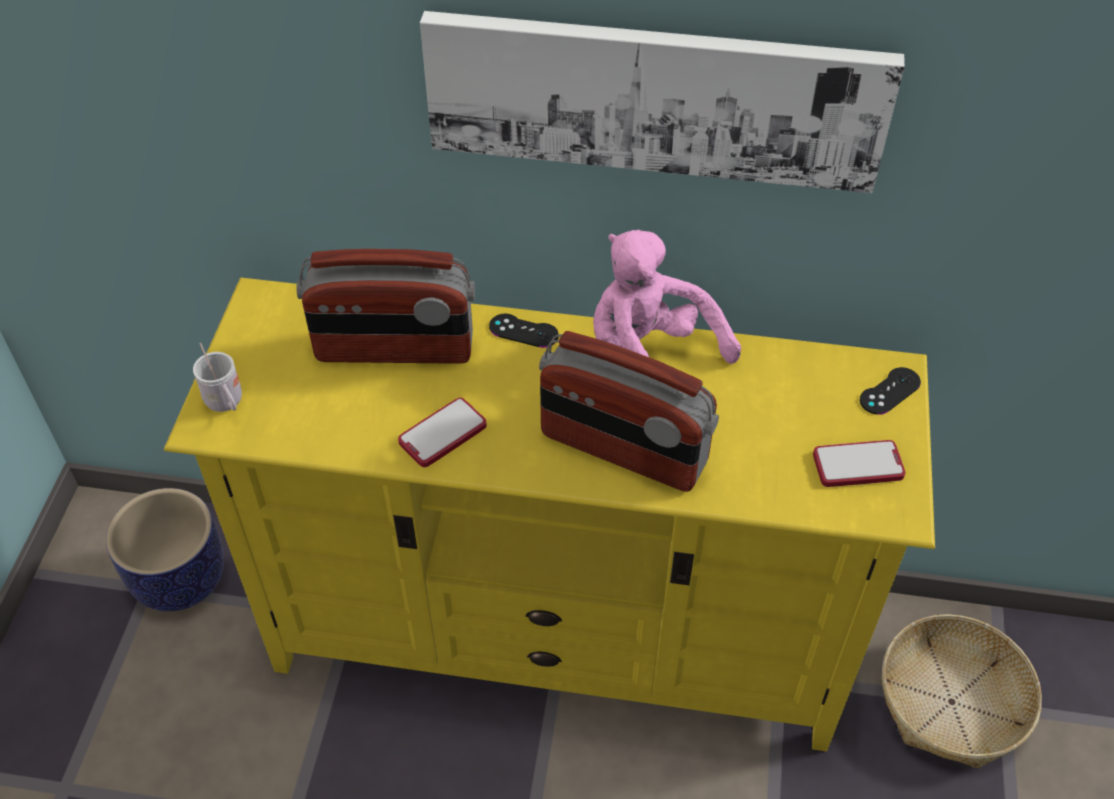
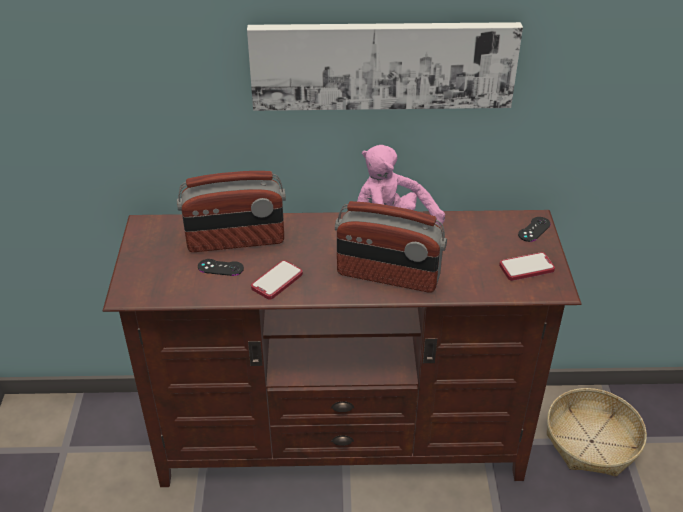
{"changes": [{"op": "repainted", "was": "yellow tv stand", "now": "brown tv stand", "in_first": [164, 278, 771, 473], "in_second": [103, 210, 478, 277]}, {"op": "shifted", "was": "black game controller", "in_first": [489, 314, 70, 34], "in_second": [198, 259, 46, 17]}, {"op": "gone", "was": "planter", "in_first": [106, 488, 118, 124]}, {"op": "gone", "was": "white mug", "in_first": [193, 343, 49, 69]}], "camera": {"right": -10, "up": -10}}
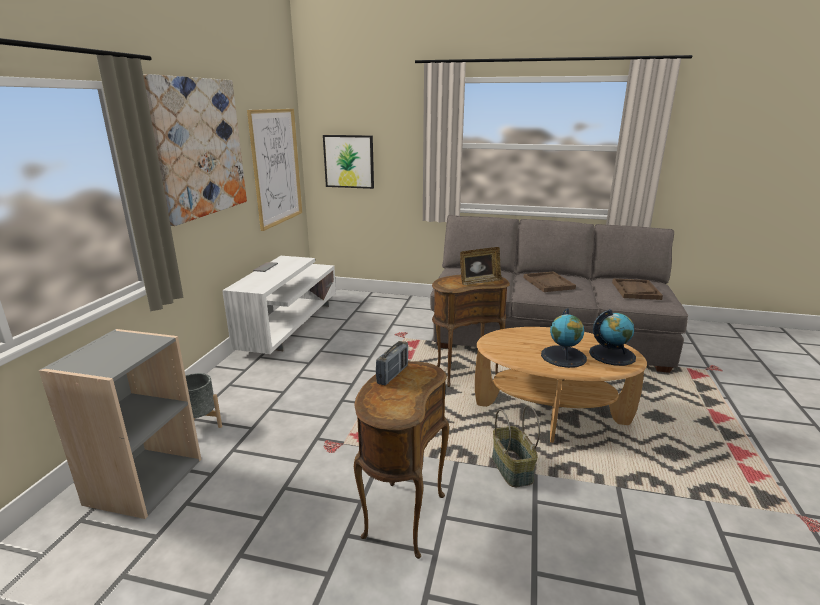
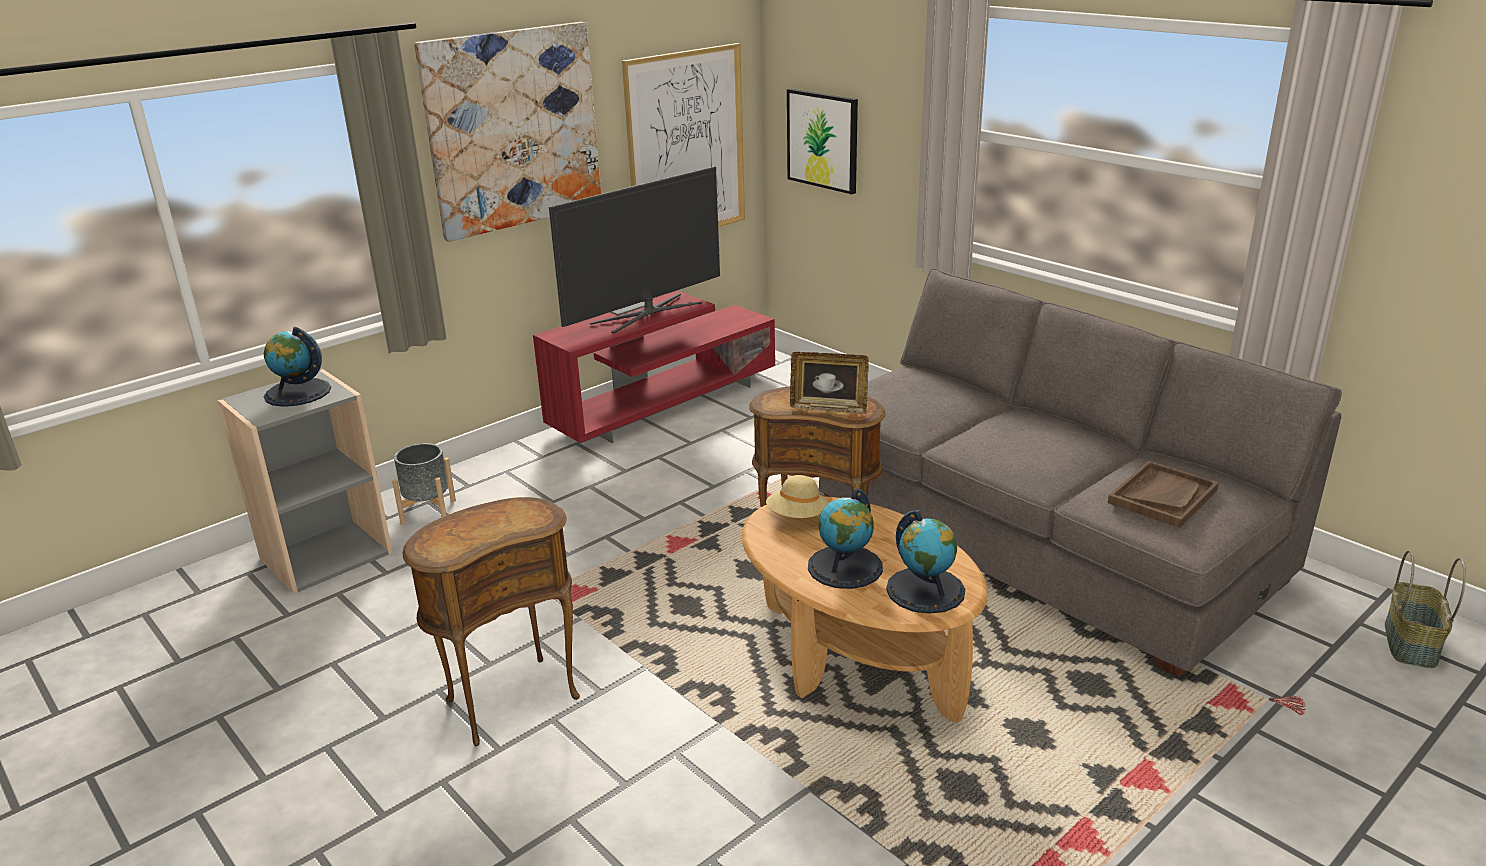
{"changes": [{"op": "new", "now": "globe", "in_second": [264, 327, 67, 80]}, {"op": "repainted", "was": "white tv stand", "now": "red tv stand", "in_first": [222, 256, 114, 98], "in_second": [533, 291, 242, 152]}, {"op": "new", "now": "television", "in_second": [549, 166, 171, 167]}, {"op": "new", "now": "beige hat", "in_second": [766, 475, 63, 43]}, {"op": "shifted", "was": "basket", "in_first": [492, 405, 48, 82], "in_second": [1385, 550, 81, 118]}, {"op": "gone", "was": "radio", "in_first": [376, 341, 32, 45]}, {"op": "gone", "was": "brown tray", "in_first": [524, 271, 52, 21]}], "camera": {"right": 35, "up": 5}}
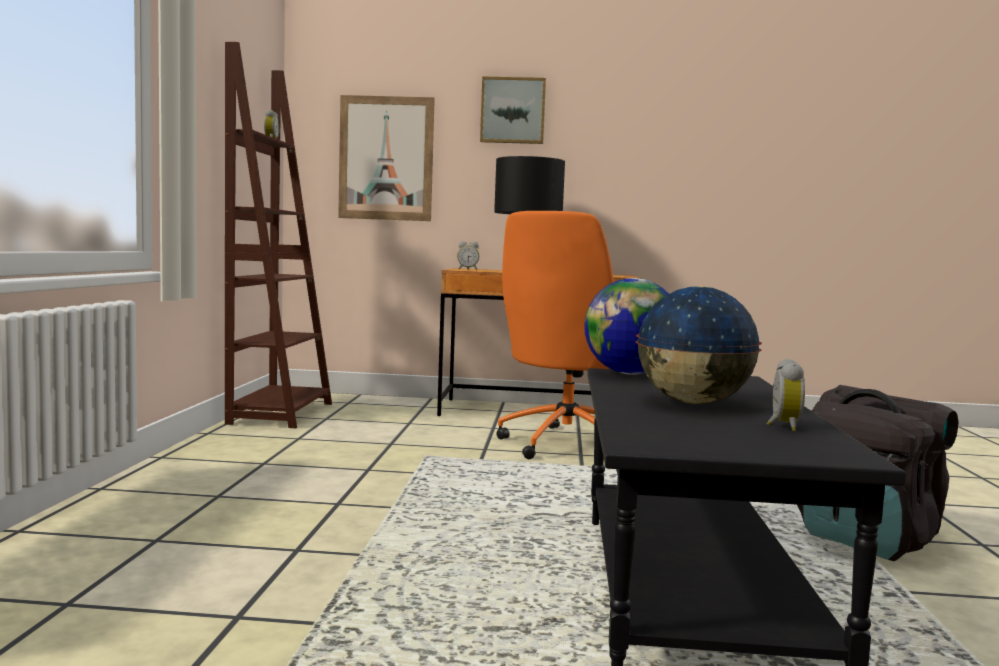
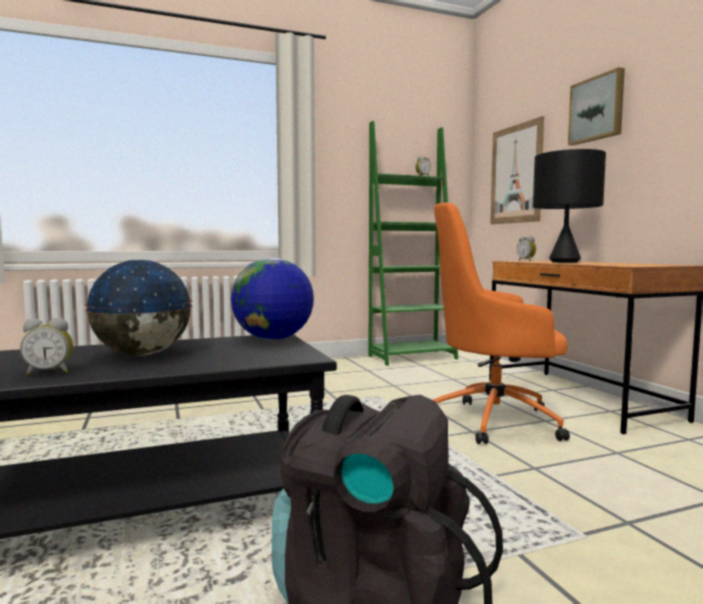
{"changes": [{"op": "repainted", "was": "brown bookcase", "now": "green bookcase", "in_first": [225, 42, 107, 386], "in_second": [369, 121, 89, 245]}], "camera": {"right": 65, "up": 0}}
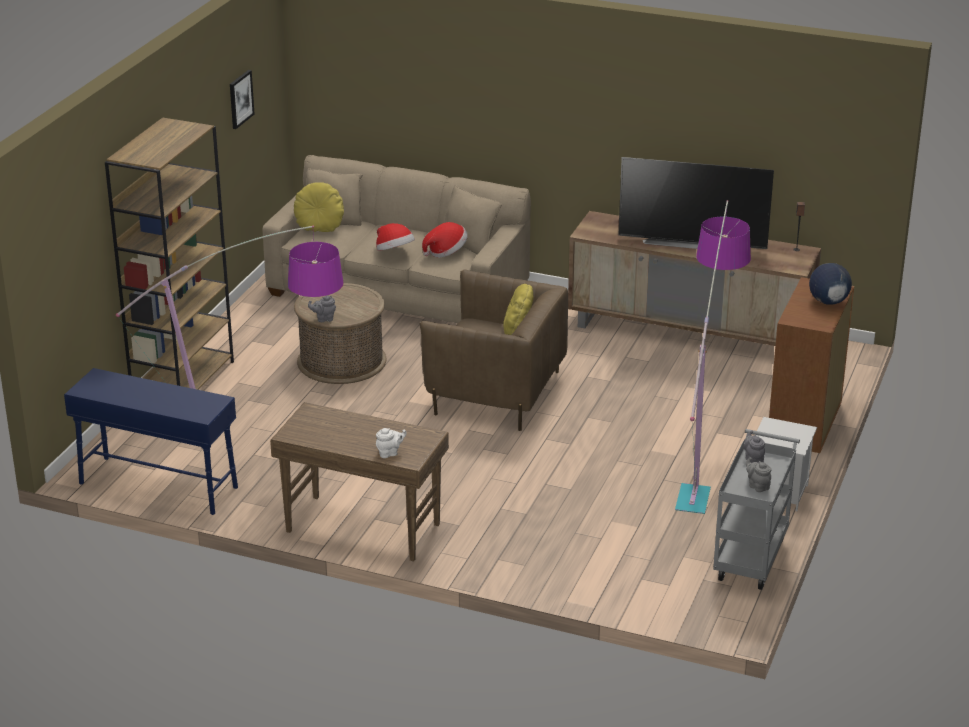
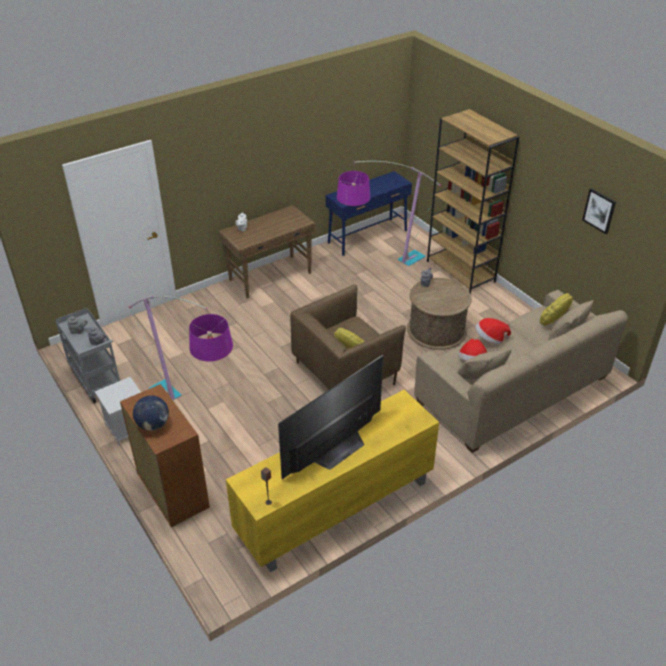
{"changes": [{"op": "repainted", "was": "brown tv stand", "now": "yellow tv stand", "in_first": [568, 211, 253, 135], "in_second": [226, 390, 213, 182]}], "camera": {"right": 125, "up": 10}}
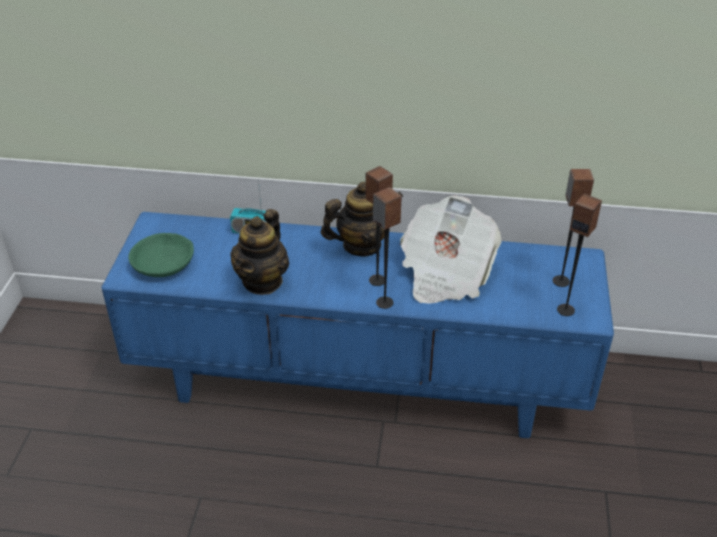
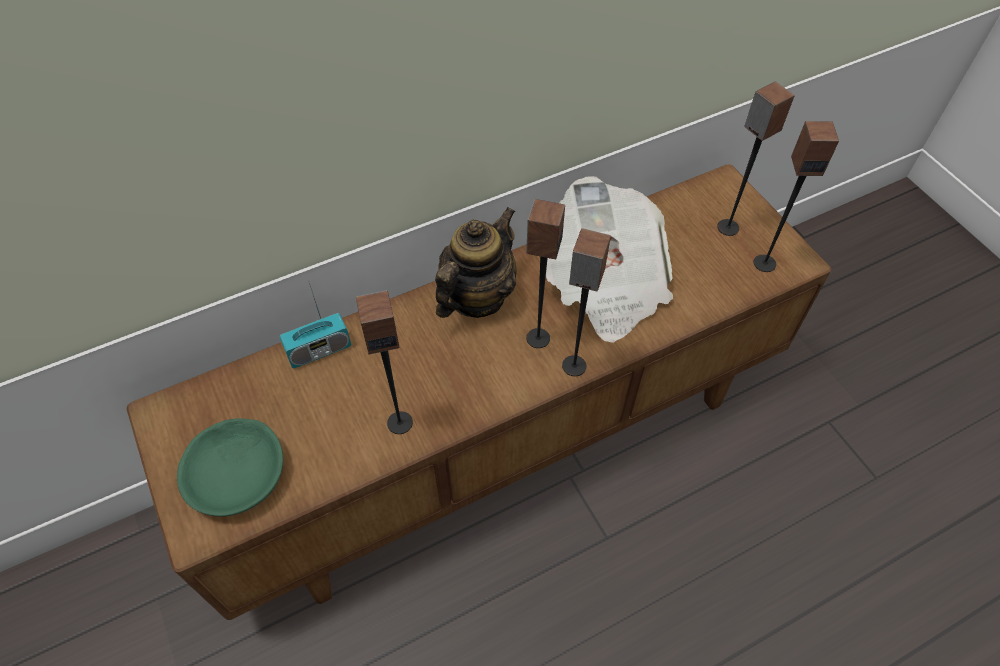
{"changes": [{"op": "repainted", "was": "blue tv stand", "now": "brown tv stand", "in_first": [101, 212, 513, 226], "in_second": [127, 164, 704, 456]}, {"op": "swapped", "was": "teapot", "now": "speaker", "in_first": [230, 209, 59, 86], "in_second": [356, 290, 57, 144]}], "camera": {"right": -35, "up": 15}}
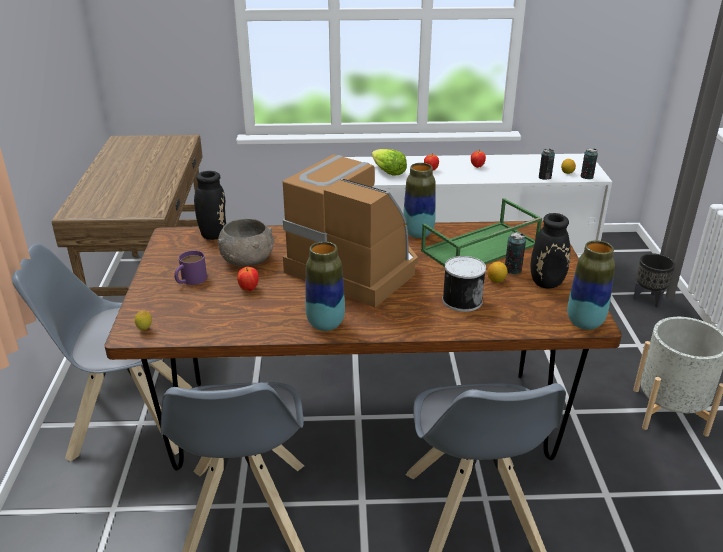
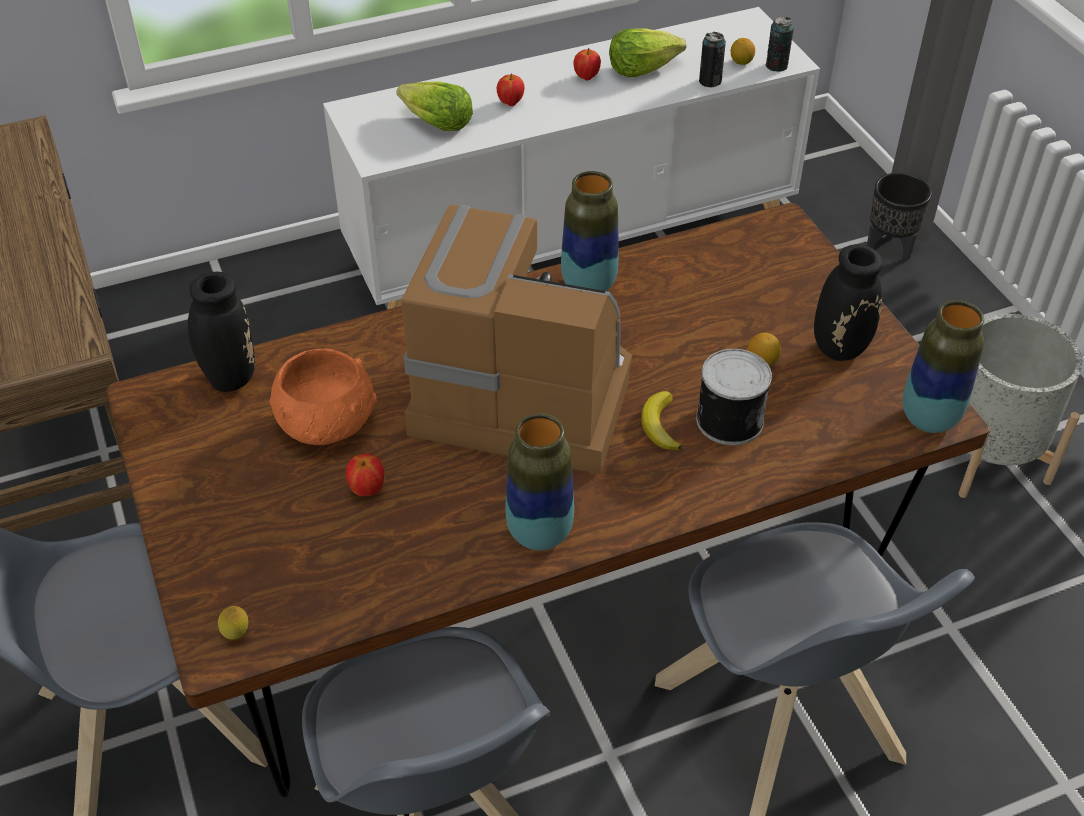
{"changes": [{"op": "repainted", "was": "grey bowl", "now": "orange bowl", "in_first": [218, 219, 56, 47], "in_second": [270, 349, 107, 96]}, {"op": "new", "now": "lettuce", "in_second": [609, 28, 77, 50]}, {"op": "new", "now": "banana", "in_second": [641, 391, 41, 59]}, {"op": "gone", "was": "purple mug", "in_first": [174, 251, 33, 34]}, {"op": "gone", "was": "green tray", "in_first": [421, 198, 121, 69]}, {"op": "gone", "was": "can", "in_first": [505, 232, 21, 42]}], "camera": {"right": -20, "up": 15}}
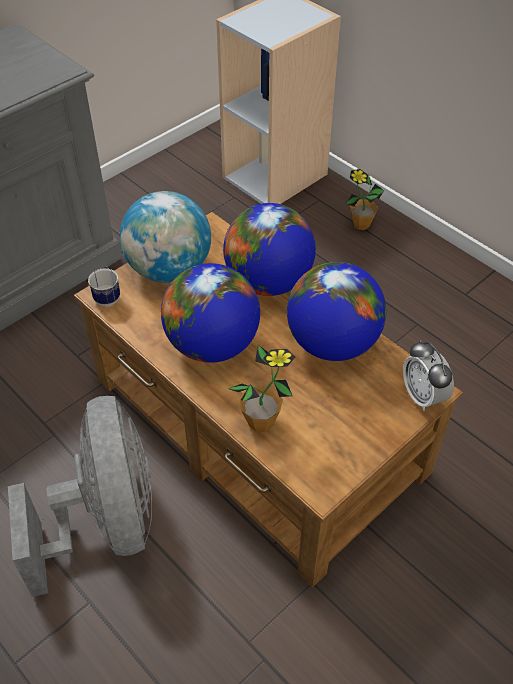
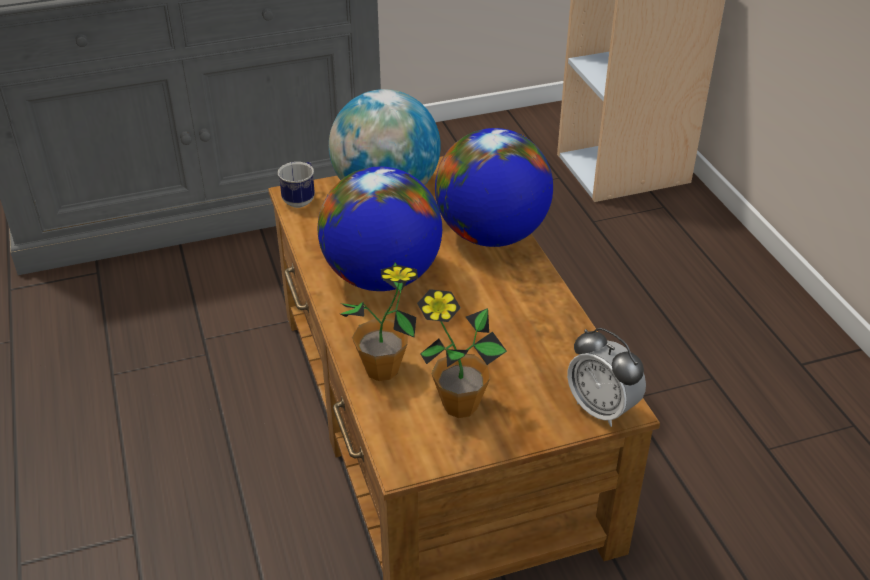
{"changes": [{"op": "shifted", "was": "potted plant", "in_first": [346, 169, 38, 61], "in_second": [417, 289, 90, 129]}, {"op": "rotated", "was": "alarm clock", "in_first": [403, 340, 51, 71], "in_second": [567, 328, 79, 99], "clockwise": -45}, {"op": "gone", "was": "grey fan", "in_first": [8, 396, 144, 201]}, {"op": "gone", "was": "globe", "in_first": [287, 262, 99, 99]}], "camera": {"right": 25, "up": -10}}
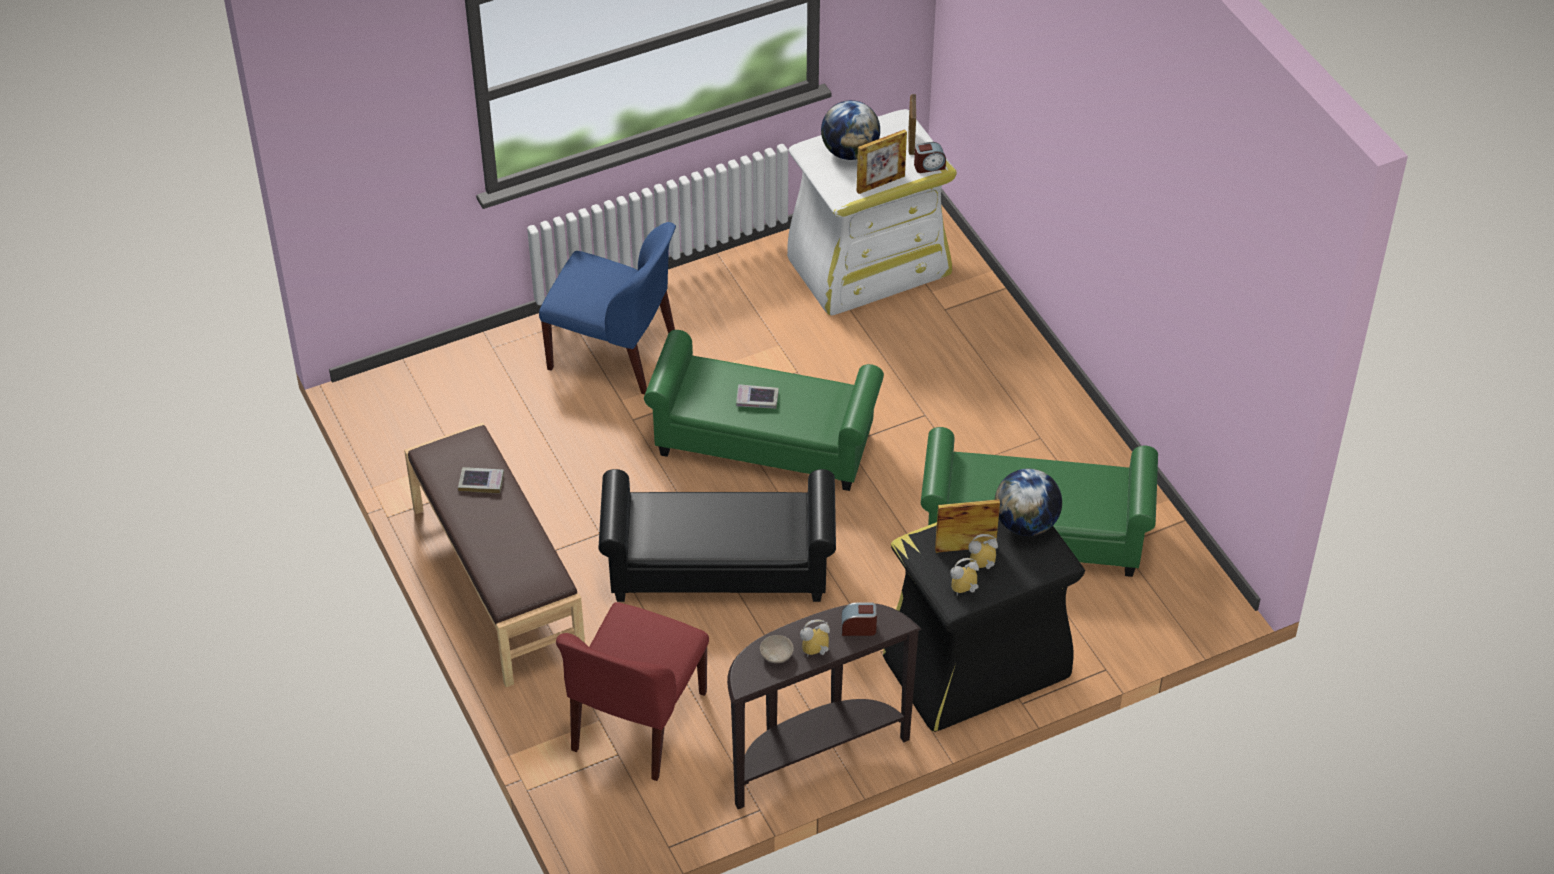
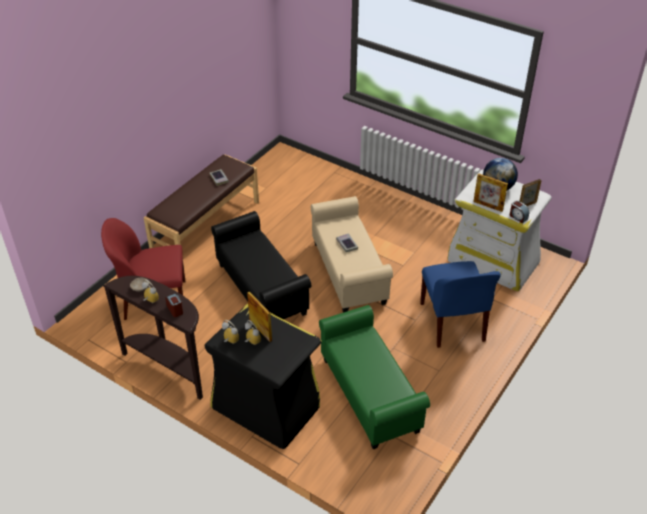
{"changes": [{"op": "repainted", "was": "green ottoman", "now": "beige ottoman", "in_first": [644, 330, 240, 161], "in_second": [311, 196, 82, 117]}, {"op": "shifted", "was": "blue chair", "in_first": [539, 222, 137, 172], "in_second": [420, 261, 81, 87]}, {"op": "gone", "was": "globe", "in_first": [995, 469, 67, 67]}], "camera": {"right": 60, "up": -5}}
